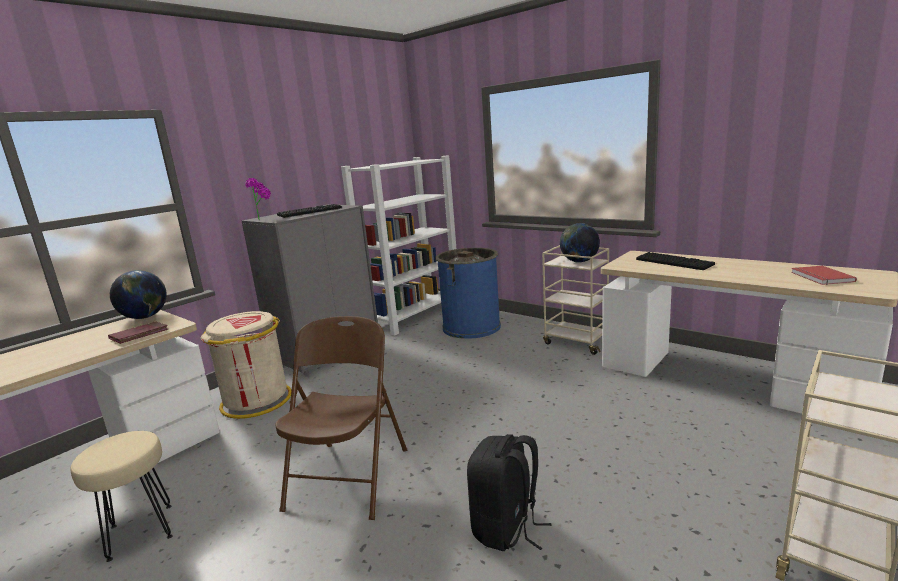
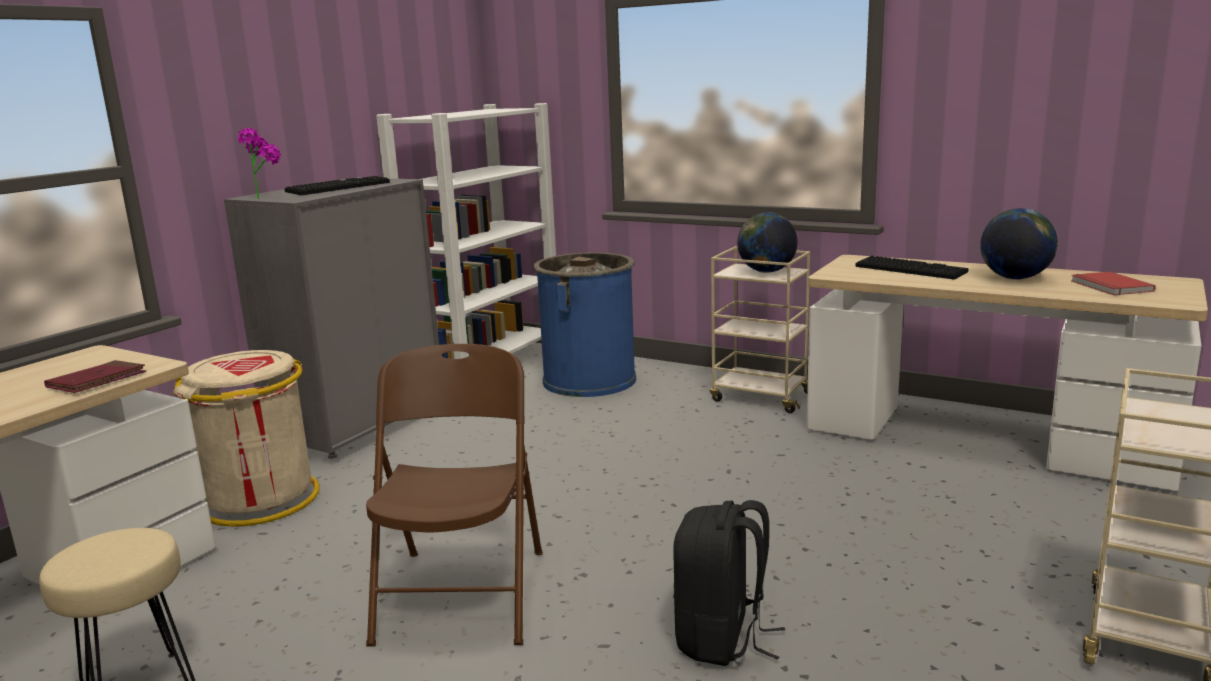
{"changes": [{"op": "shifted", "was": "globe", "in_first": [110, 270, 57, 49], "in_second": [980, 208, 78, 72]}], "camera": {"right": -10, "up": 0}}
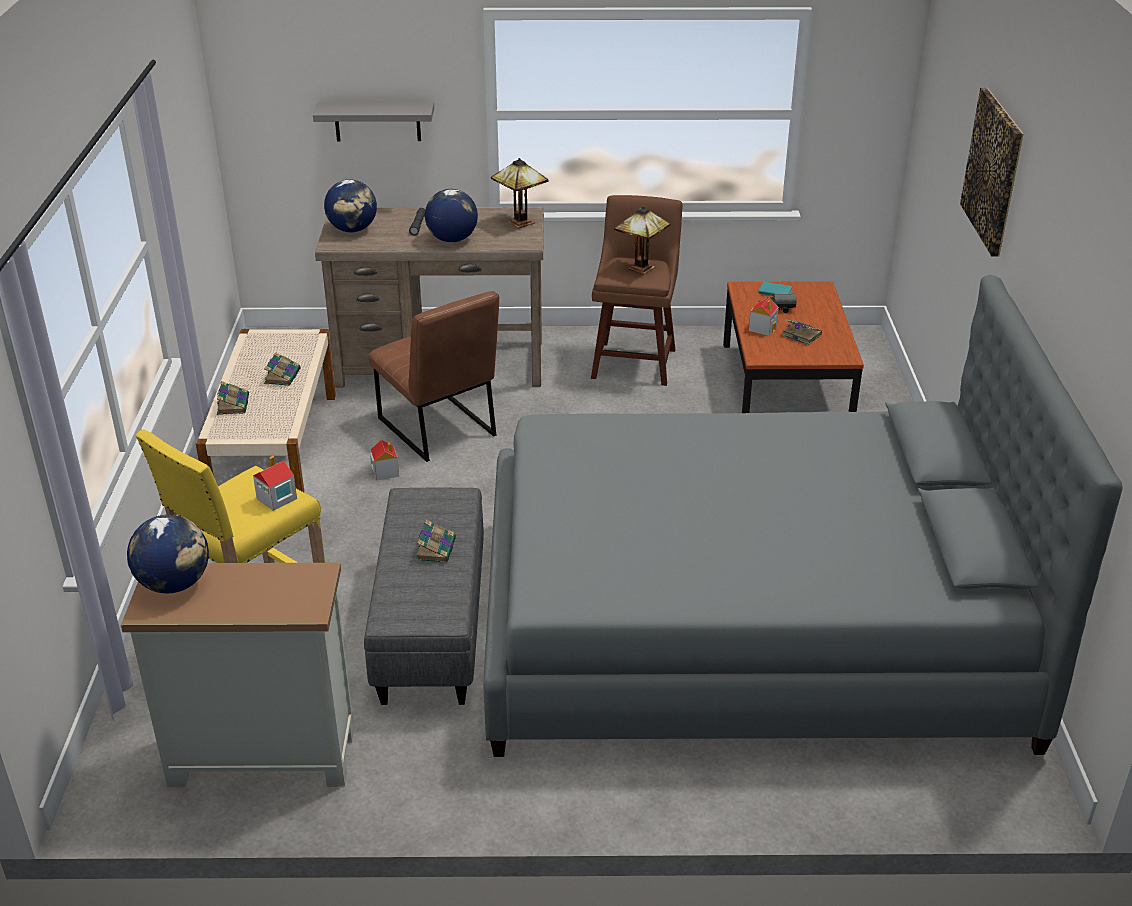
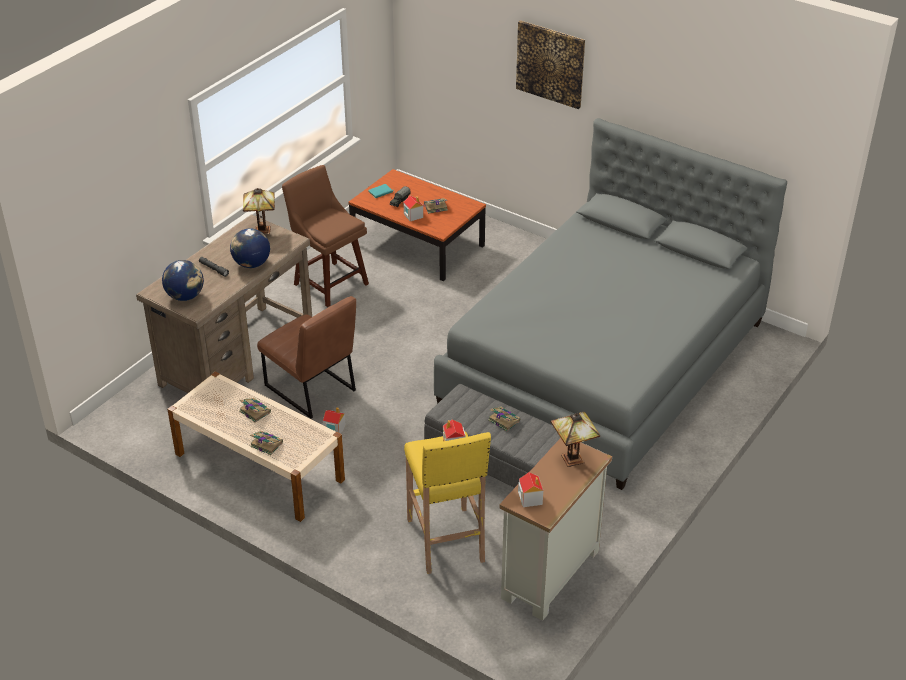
{"changes": [{"op": "rotated", "was": "brown chair", "in_first": [368, 291, 131, 171], "in_second": [257, 296, 99, 123], "clockwise": 45}, {"op": "swapped", "was": "globe", "now": "toy house", "in_first": [127, 515, 82, 78], "in_second": [518, 472, 25, 35]}, {"op": "shifted", "was": "table lamp", "in_first": [614, 206, 57, 68], "in_second": [551, 412, 49, 55]}, {"op": "gone", "was": "grey shelf", "in_first": [313, 102, 121, 39]}], "camera": {"right": -55, "up": 5}}
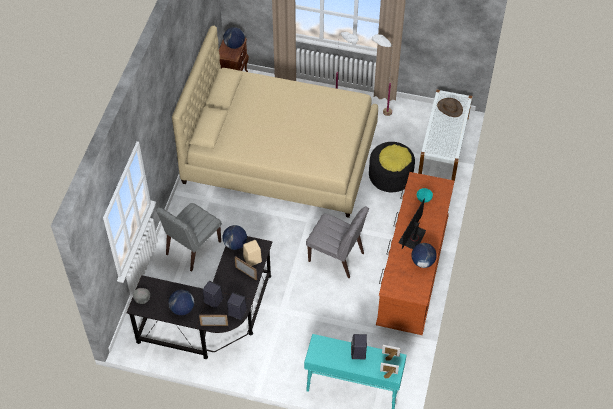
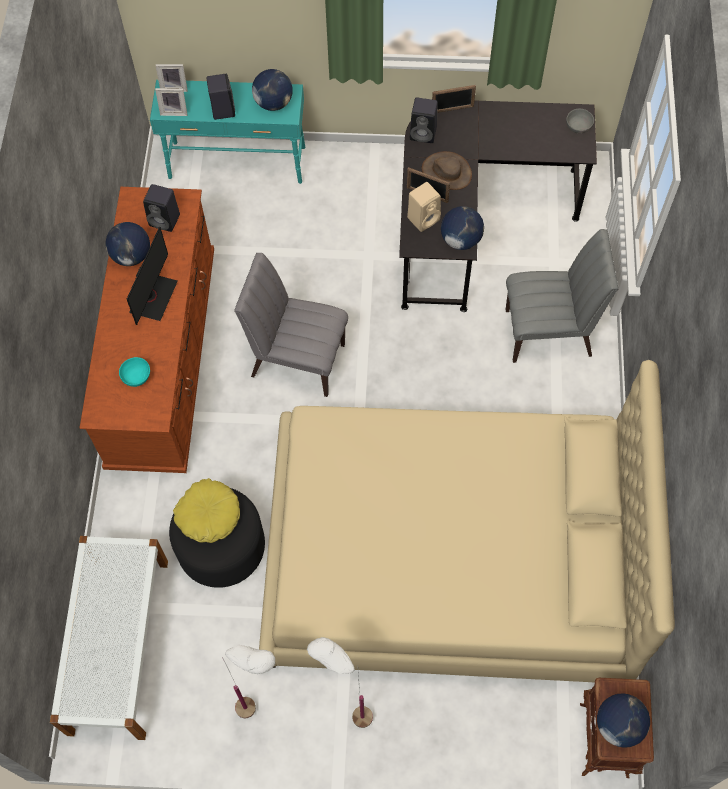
{"changes": [{"op": "shifted", "was": "black speaker", "in_first": [203, 281, 20, 27], "in_second": [143, 184, 37, 48]}, {"op": "shifted", "was": "globe", "in_first": [168, 290, 26, 25], "in_second": [252, 69, 41, 42]}, {"op": "shifted", "was": "brown hat", "in_first": [437, 98, 26, 19], "in_second": [422, 151, 50, 39]}, {"op": "rotated", "was": "grey chair", "in_first": [156, 203, 66, 69], "in_second": [505, 229, 113, 134], "clockwise": 60}], "camera": {"right": 170, "up": 10}}
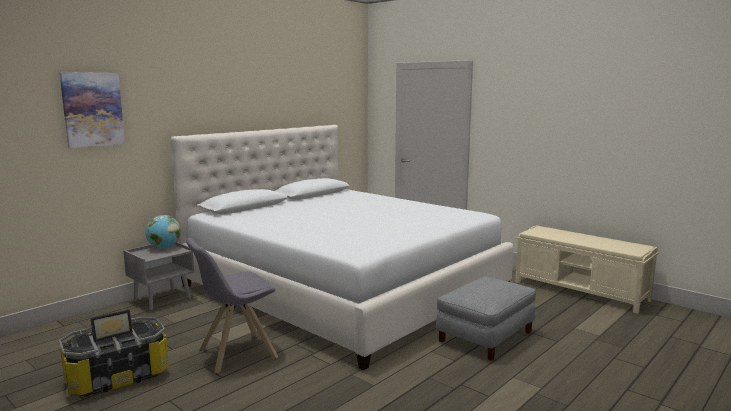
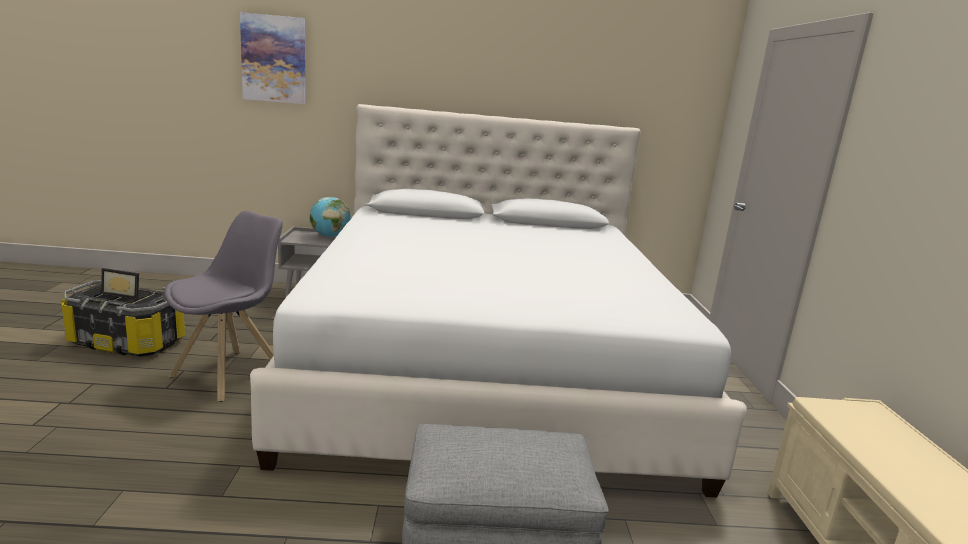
{"changes": [{"op": "rotated", "was": "grey chair", "in_first": [186, 238, 92, 136], "in_second": [164, 211, 119, 191], "clockwise": 105}], "camera": {"right": 45, "up": 5}}
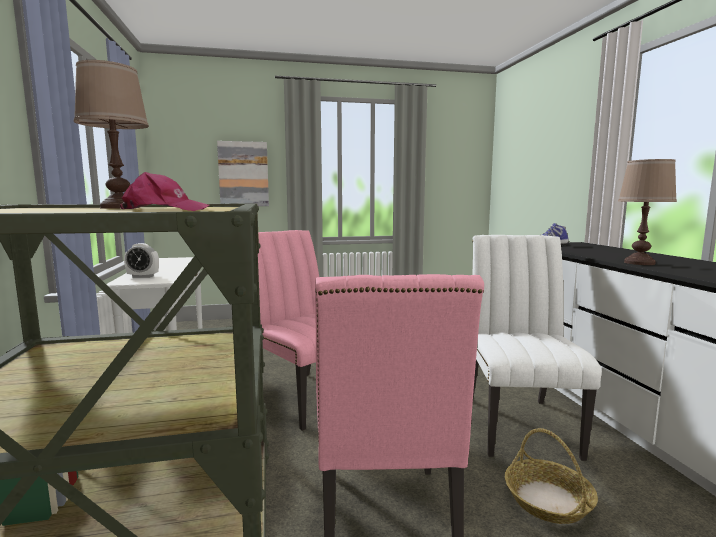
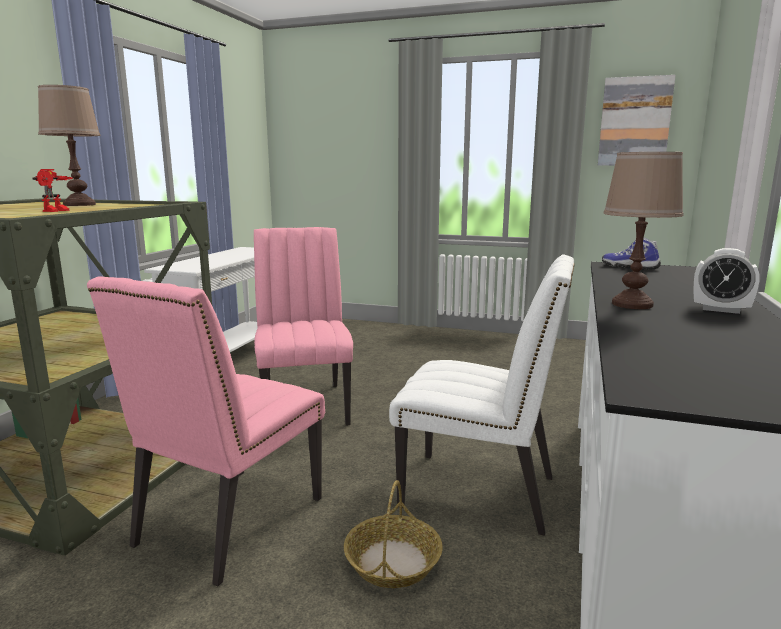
{"changes": [{"op": "swapped", "was": "pink cap", "now": "toy robot", "in_first": [120, 172, 89, 39], "in_second": [32, 169, 41, 43]}, {"op": "rotated", "was": "white chair", "in_first": [472, 235, 130, 226], "in_second": [389, 254, 186, 282], "clockwise": 75}, {"op": "shifted", "was": "picture", "in_first": [217, 141, 52, 65], "in_second": [598, 75, 78, 91]}, {"op": "shifted", "was": "alarm clock", "in_first": [124, 243, 35, 35], "in_second": [693, 248, 66, 66]}], "camera": {"right": 30, "up": 5}}
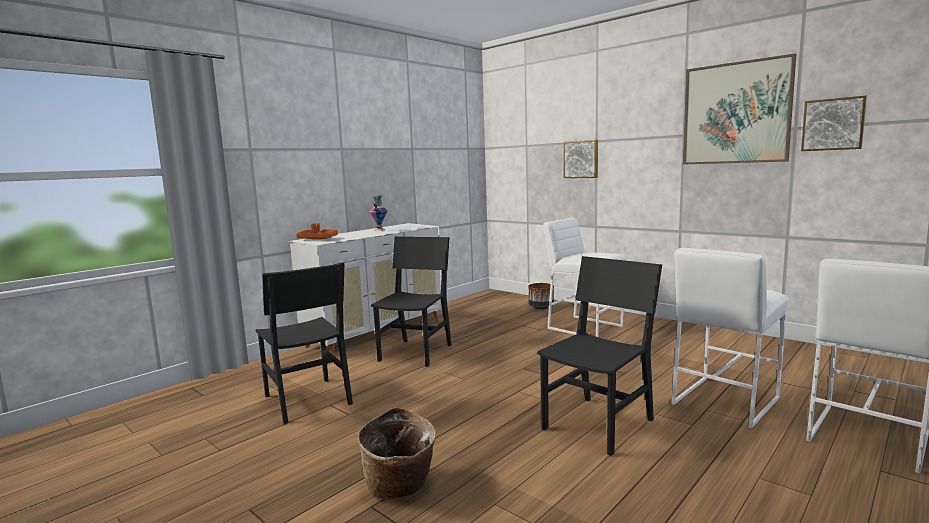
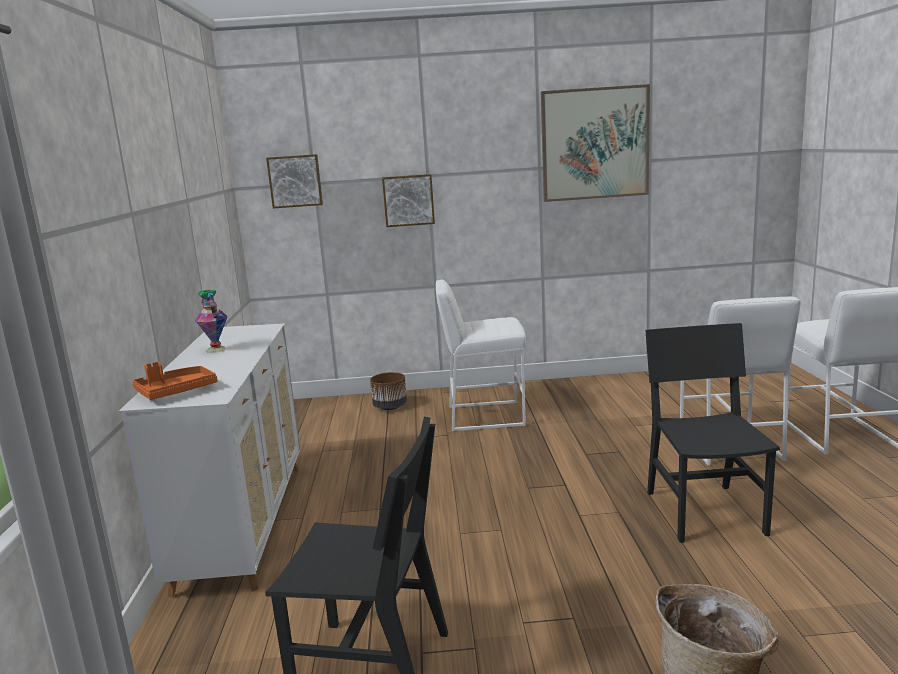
{"changes": [{"op": "shifted", "was": "picture", "in_first": [801, 96, 66, 55], "in_second": [266, 154, 57, 54]}, {"op": "gone", "was": "black chair", "in_first": [371, 237, 81, 130]}], "camera": {"right": -45, "up": 5}}
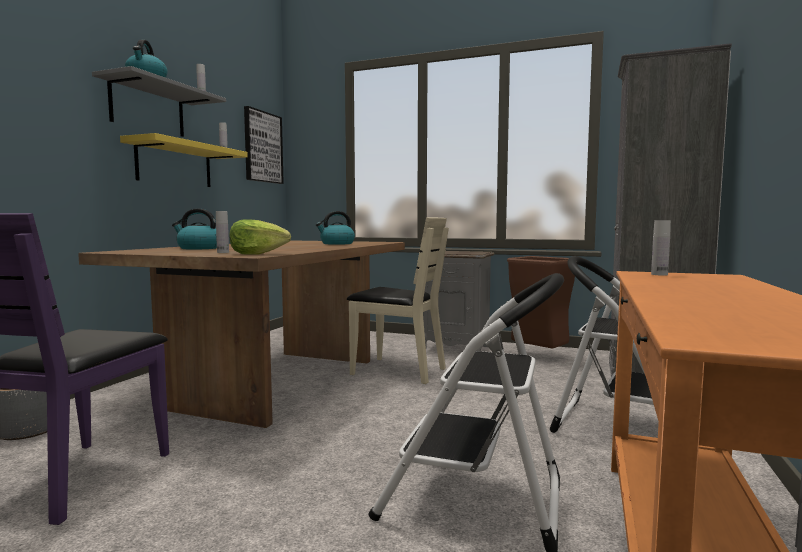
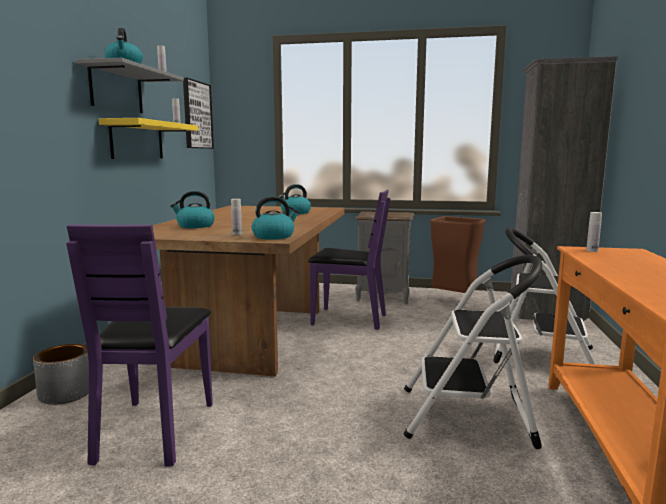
{"changes": [{"op": "swapped", "was": "lettuce", "now": "kettle", "in_first": [229, 219, 62, 36], "in_second": [252, 196, 47, 44]}, {"op": "repainted", "was": "beige chair", "now": "purple chair", "in_first": [347, 217, 102, 167], "in_second": [308, 190, 83, 140]}], "camera": {"right": -10, "up": 5}}
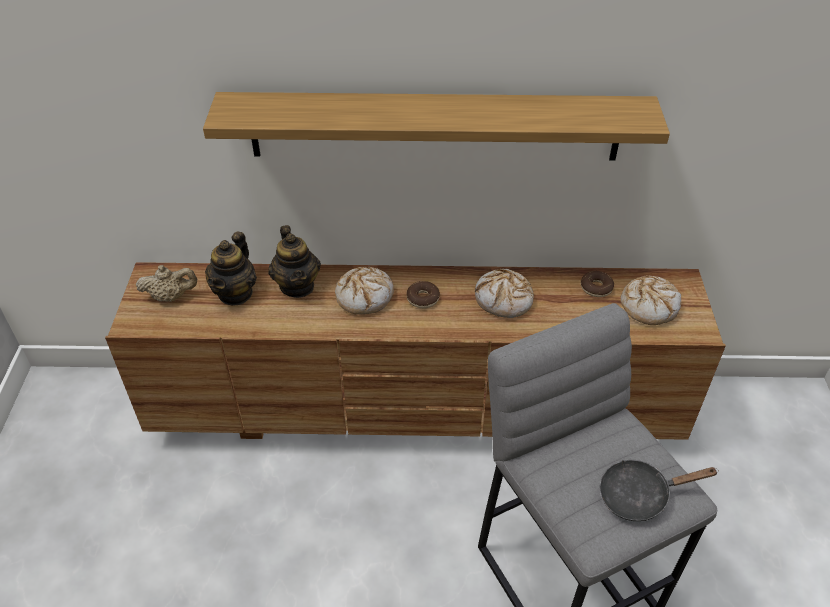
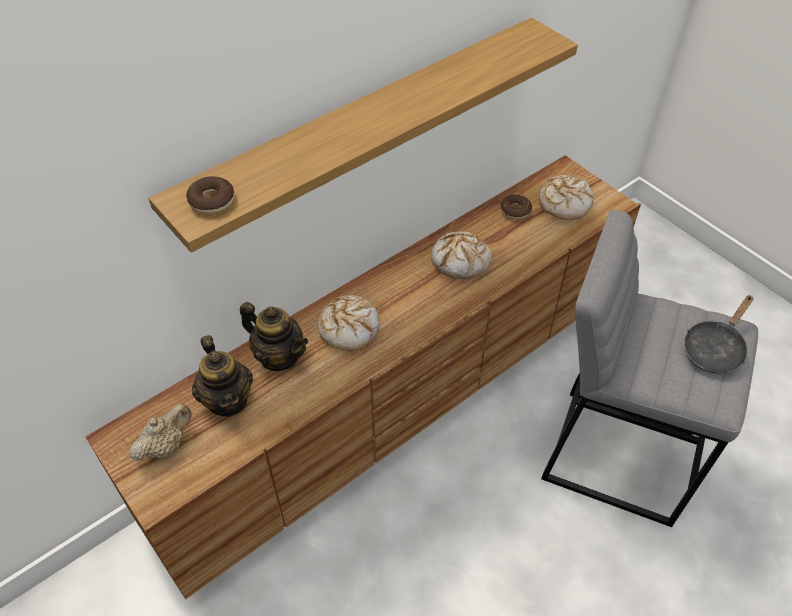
{"changes": [{"op": "shifted", "was": "donut", "in_first": [406, 281, 34, 28], "in_second": [186, 176, 48, 38]}], "camera": {"right": -40, "up": 5}}
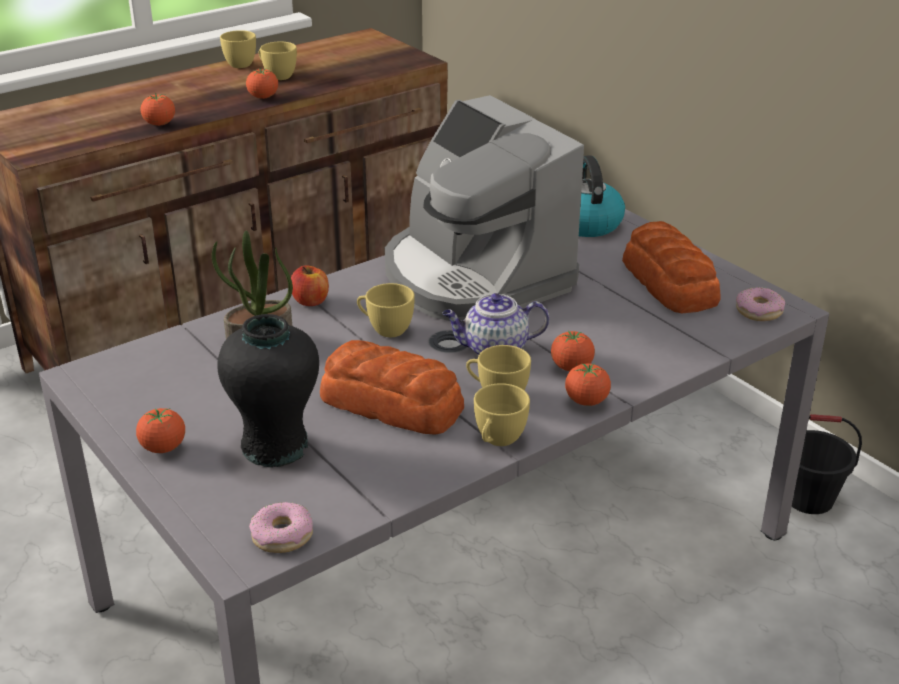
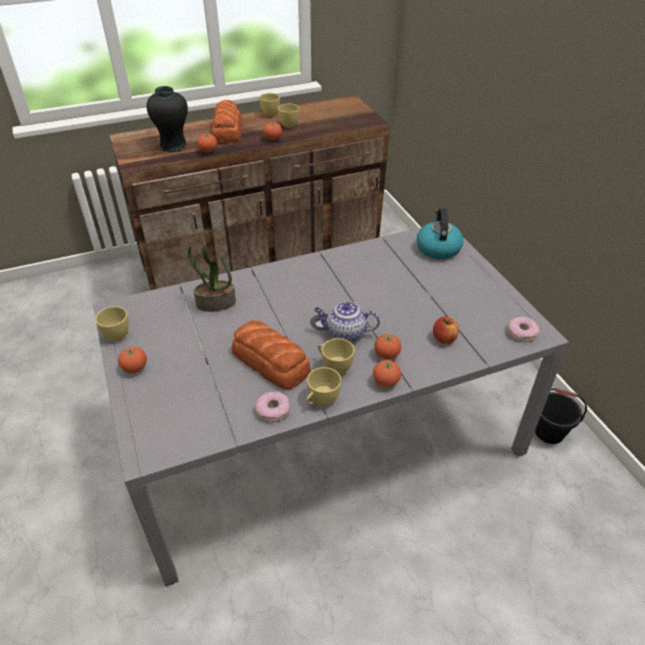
{"changes": [{"op": "shifted", "was": "yellow cup", "in_first": [357, 283, 58, 54], "in_second": [95, 306, 34, 35]}, {"op": "shifted", "was": "black vase", "in_first": [217, 314, 102, 154], "in_second": [146, 86, 42, 66]}, {"op": "shifted", "was": "bread", "in_first": [622, 221, 99, 92], "in_second": [212, 100, 30, 43]}, {"op": "shifted", "was": "donut", "in_first": [249, 502, 64, 51], "in_second": [255, 391, 35, 31]}, {"op": "shifted", "was": "apple", "in_first": [291, 265, 38, 41], "in_second": [433, 317, 26, 27]}, {"op": "gone", "was": "coffee machine", "in_first": [385, 95, 199, 226]}], "camera": {"right": 15, "up": 10}}
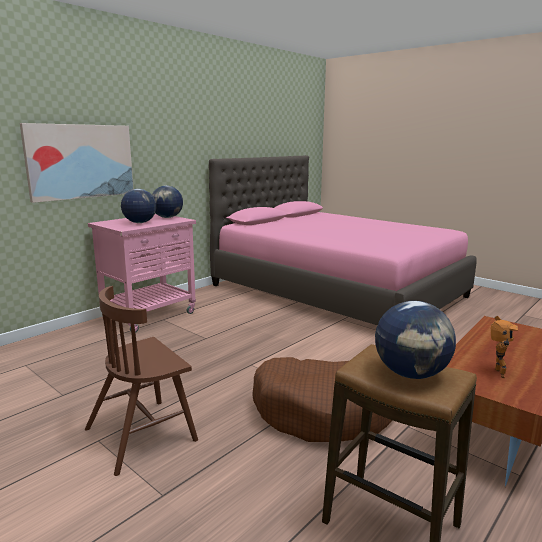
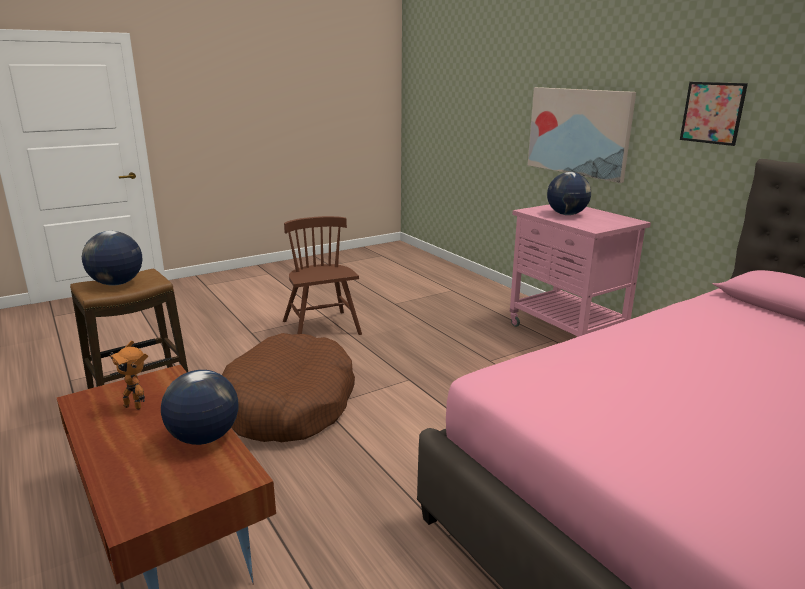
{"changes": [{"op": "shifted", "was": "globe", "in_first": [152, 186, 31, 32], "in_second": [161, 370, 77, 75]}, {"op": "new", "now": "picture", "in_second": [680, 82, 68, 64]}], "camera": {"right": 105, "up": 5}}
